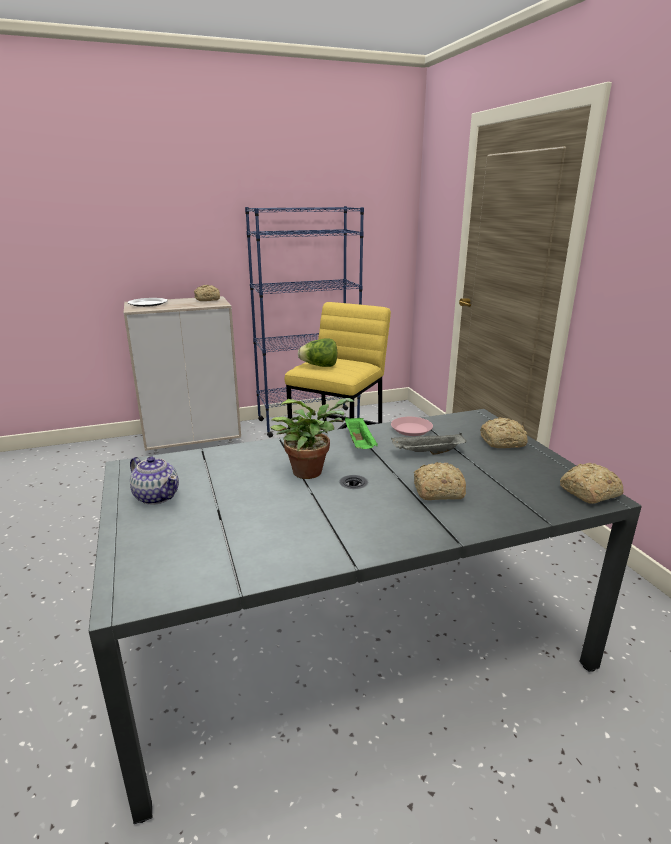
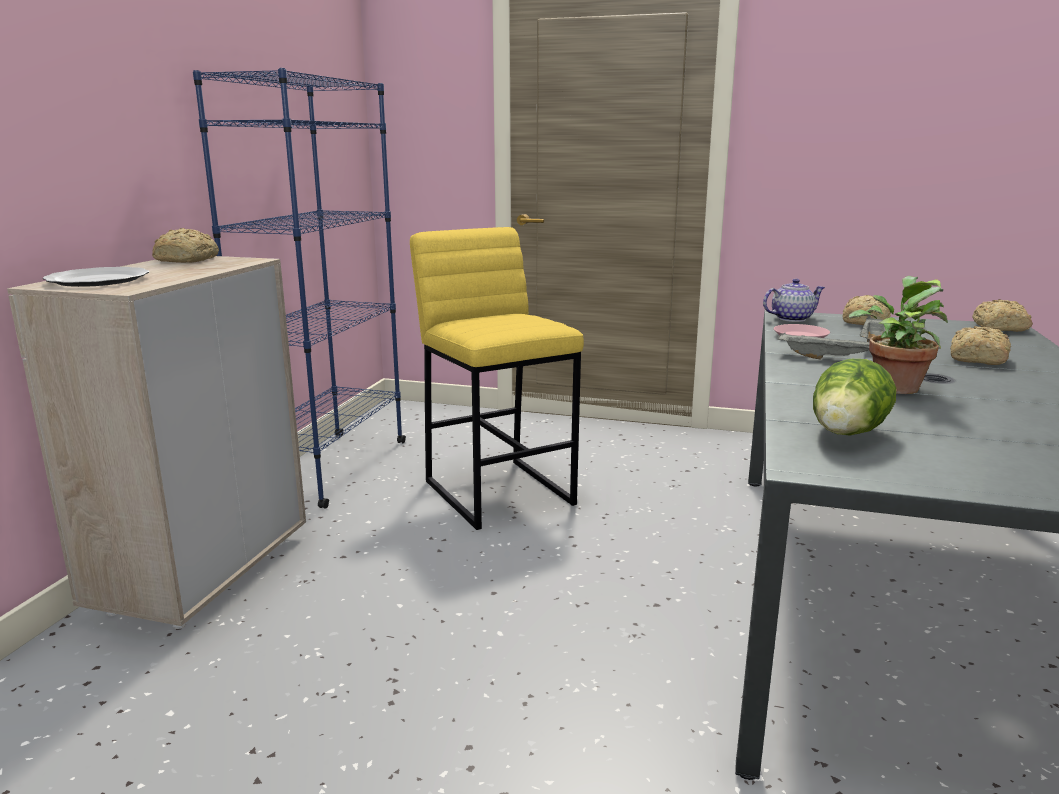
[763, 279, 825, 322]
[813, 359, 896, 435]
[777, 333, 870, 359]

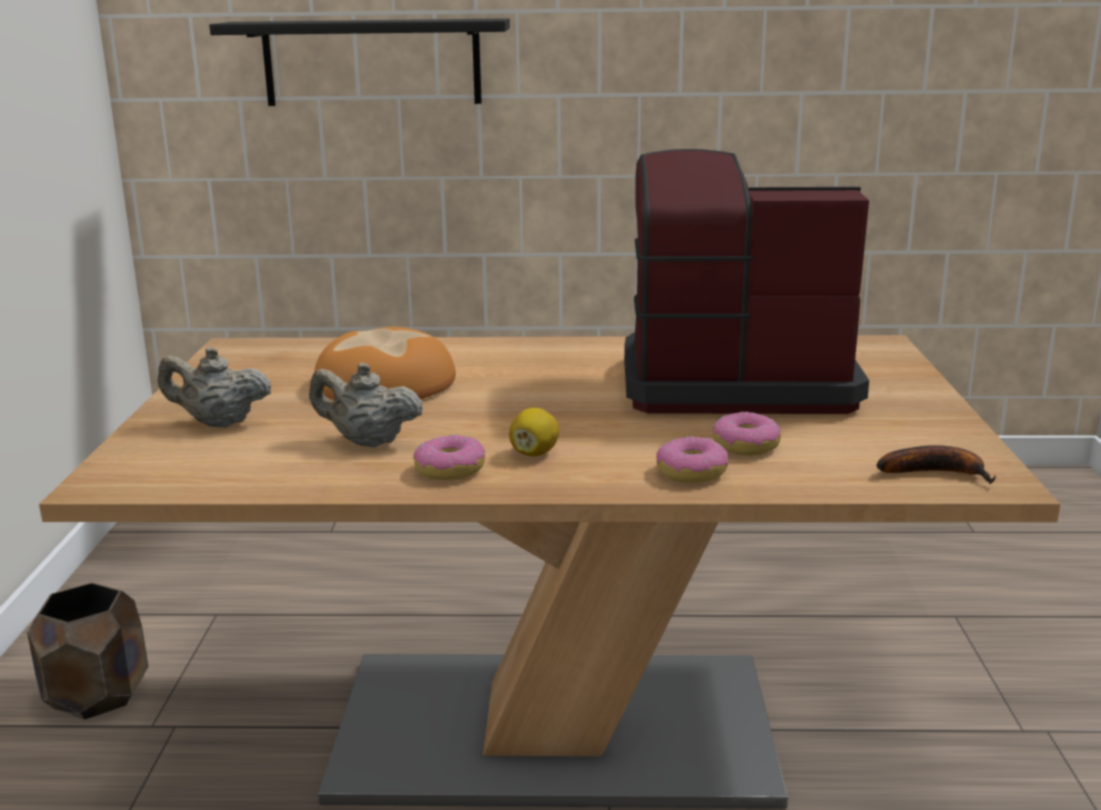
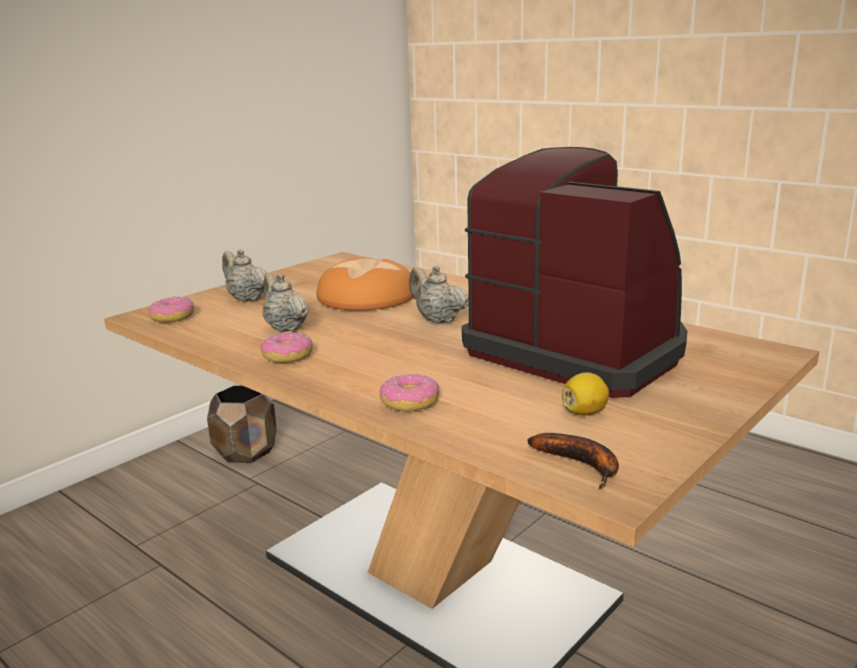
[209, 18, 510, 106] (first image)
[562, 372, 609, 415]
[148, 296, 194, 322]
[409, 265, 469, 324]

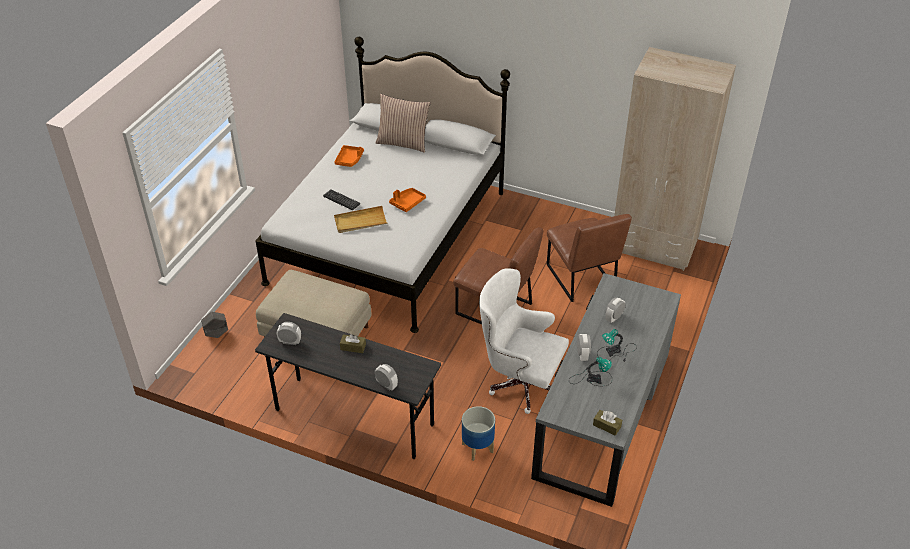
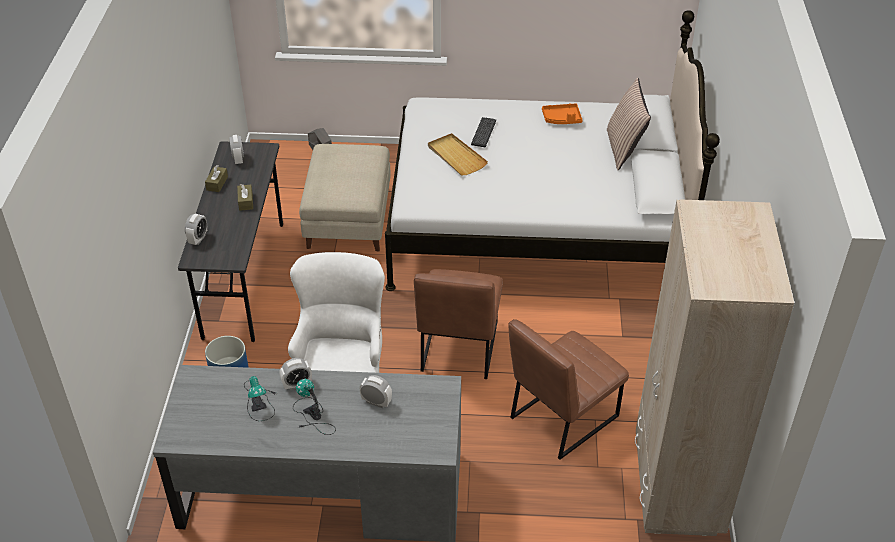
[389, 188, 426, 212] (first image)
[205, 165, 228, 192]

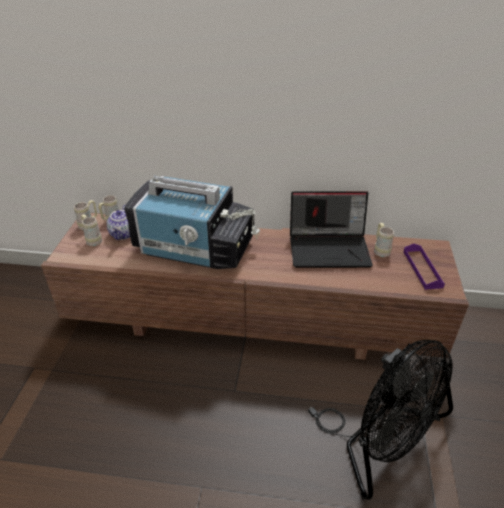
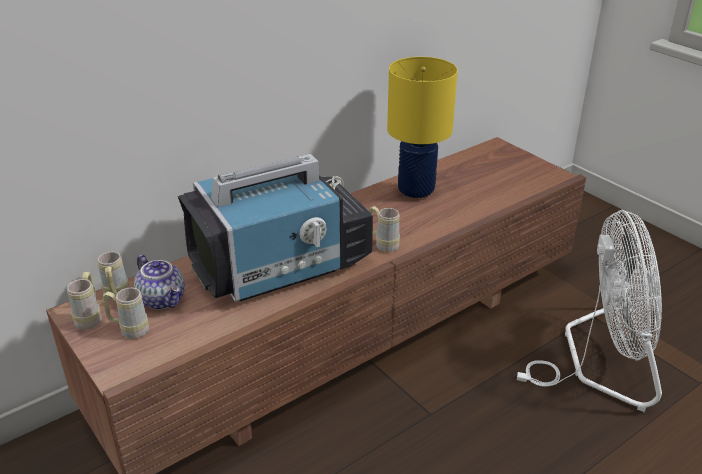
[387, 57, 458, 198]
[514, 210, 662, 412]
[369, 206, 400, 252]
[403, 244, 445, 290] (first image)

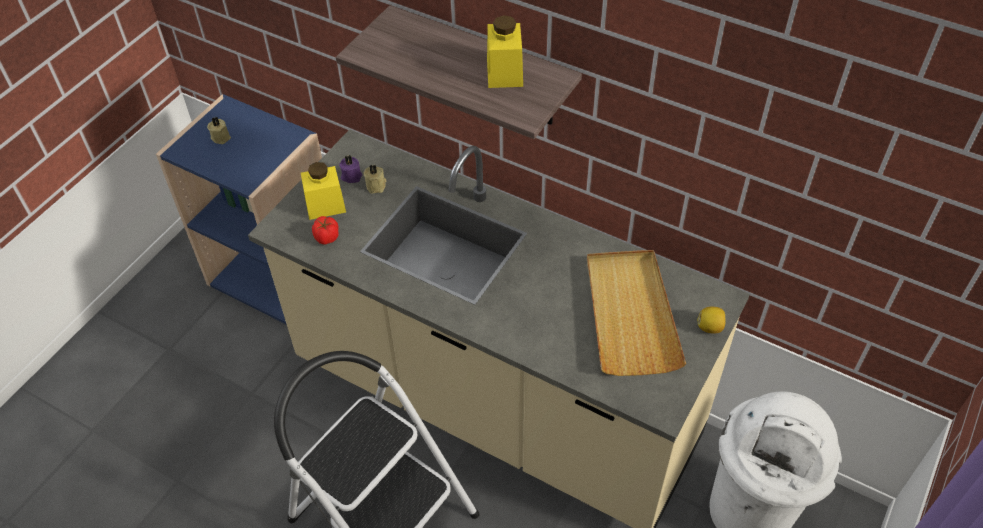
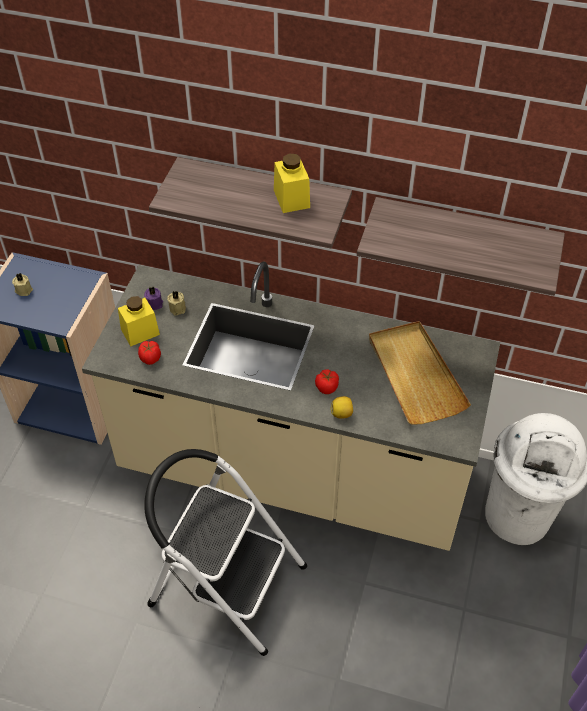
[331, 396, 353, 419]
[315, 369, 339, 394]
[357, 197, 565, 296]

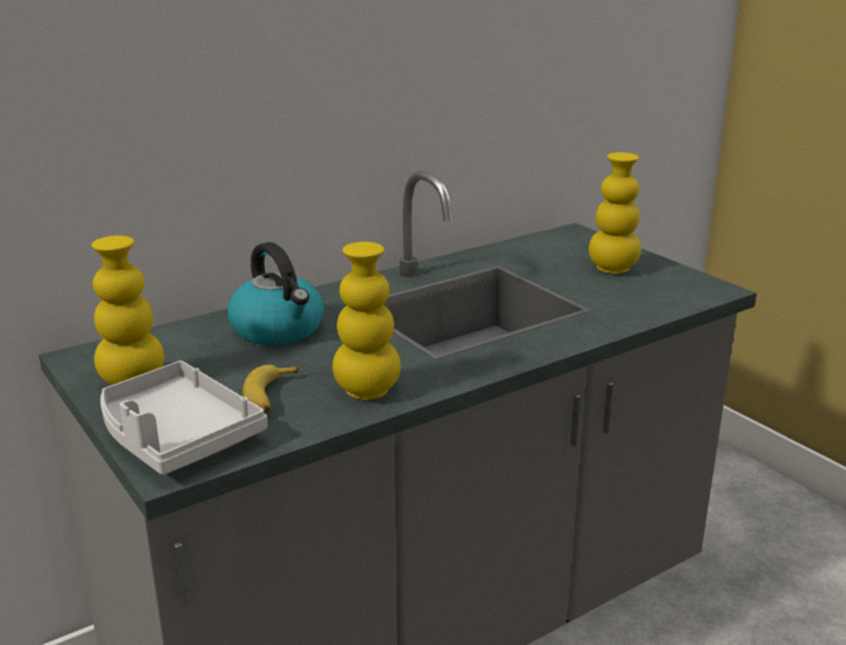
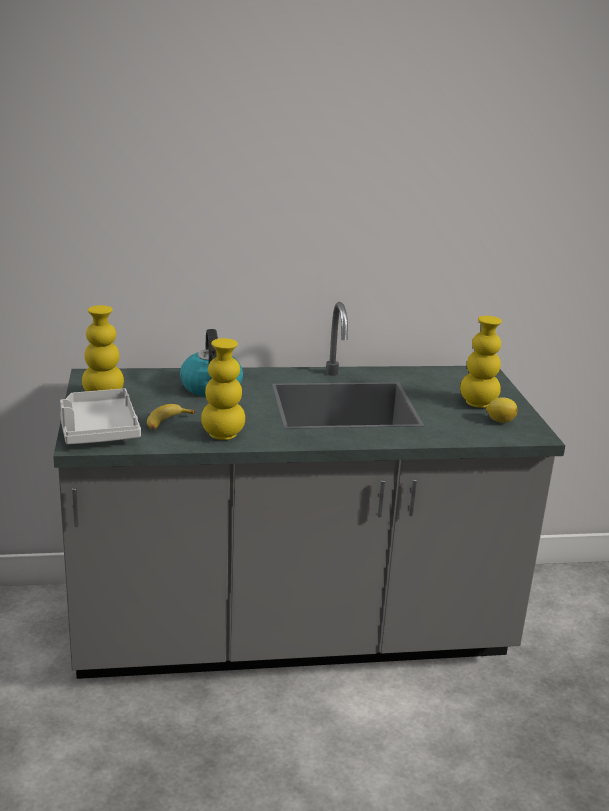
[486, 397, 518, 423]

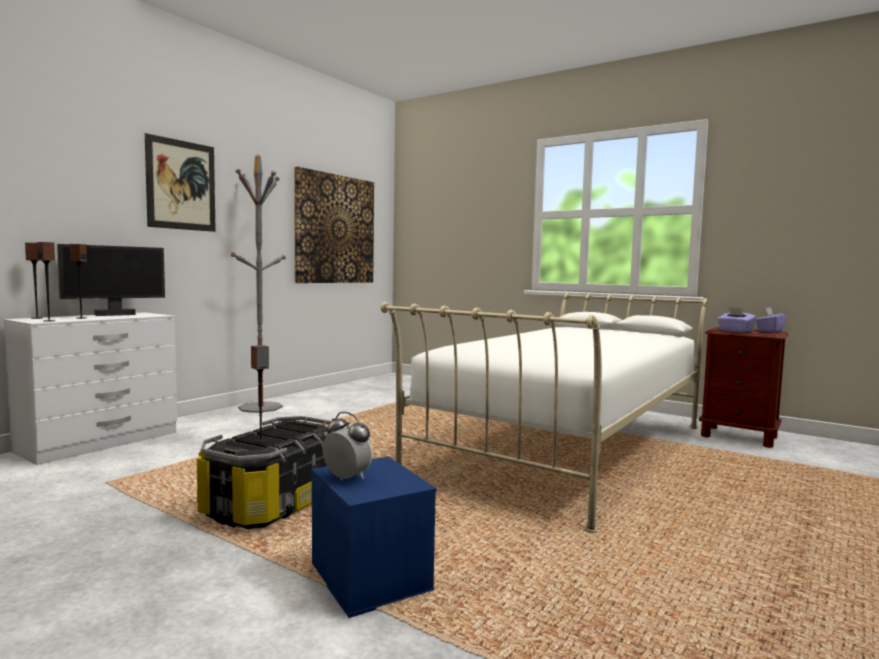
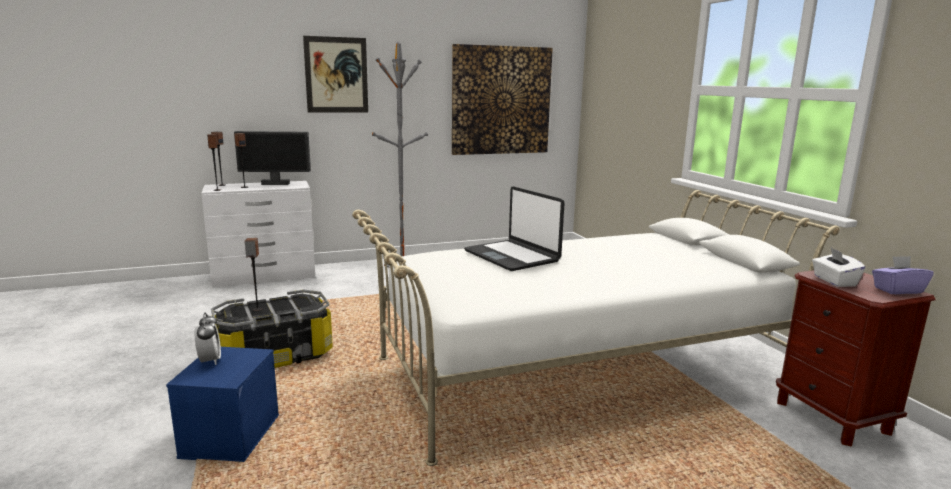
[812, 248, 866, 287]
[464, 186, 565, 271]

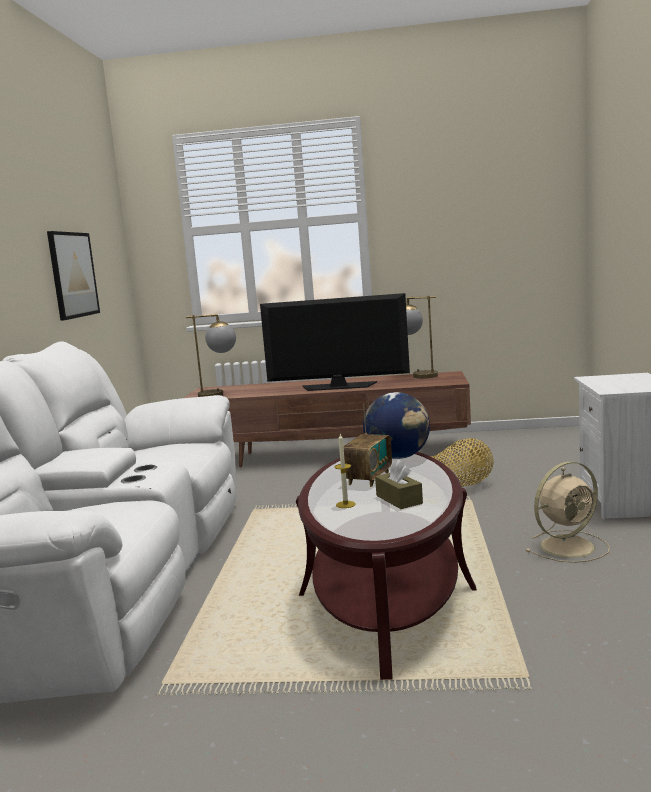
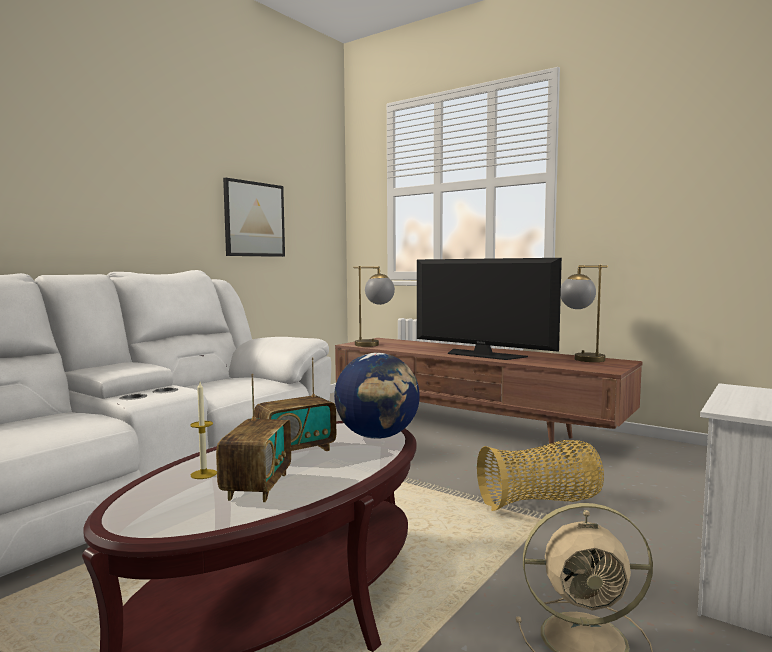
[216, 374, 291, 502]

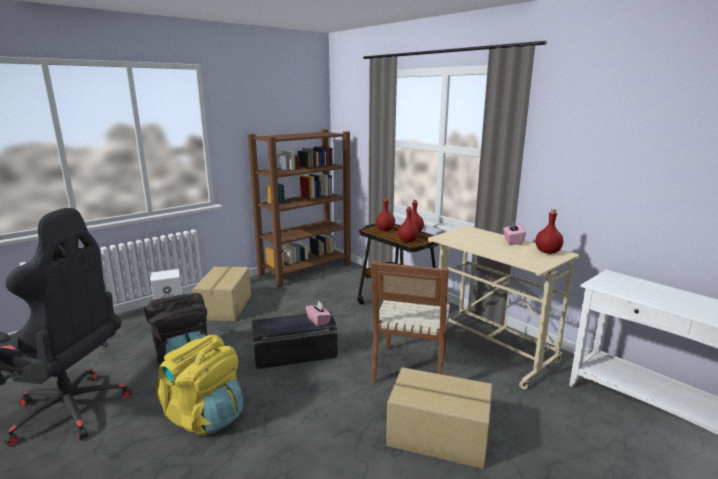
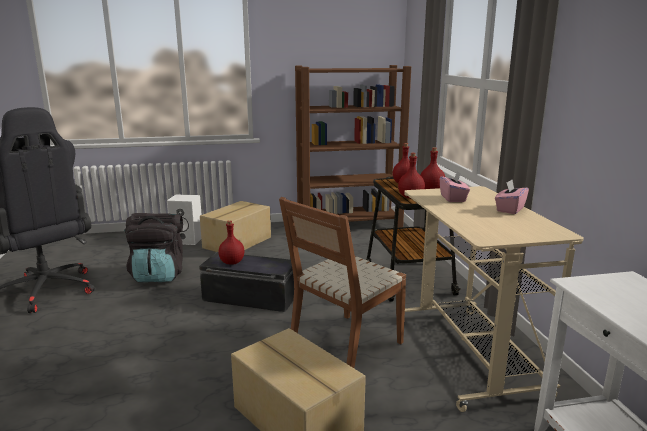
[155, 335, 243, 436] (first image)
[440, 171, 470, 202]
[218, 220, 245, 265]

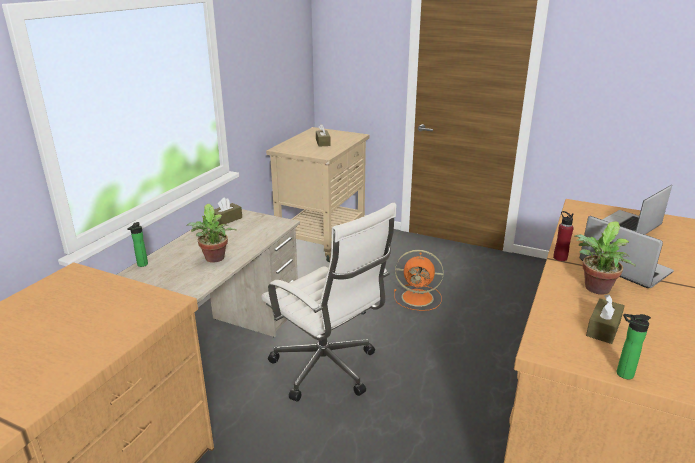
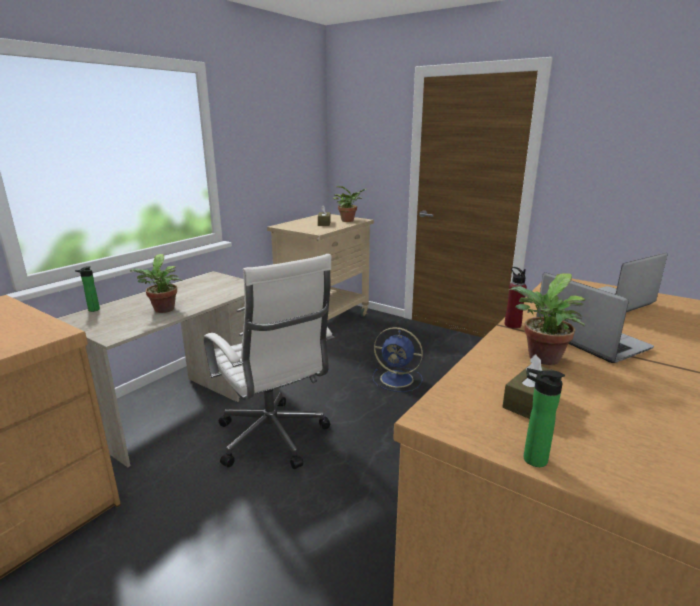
[214, 197, 242, 226] (first image)
[373, 327, 423, 392]
[333, 186, 366, 222]

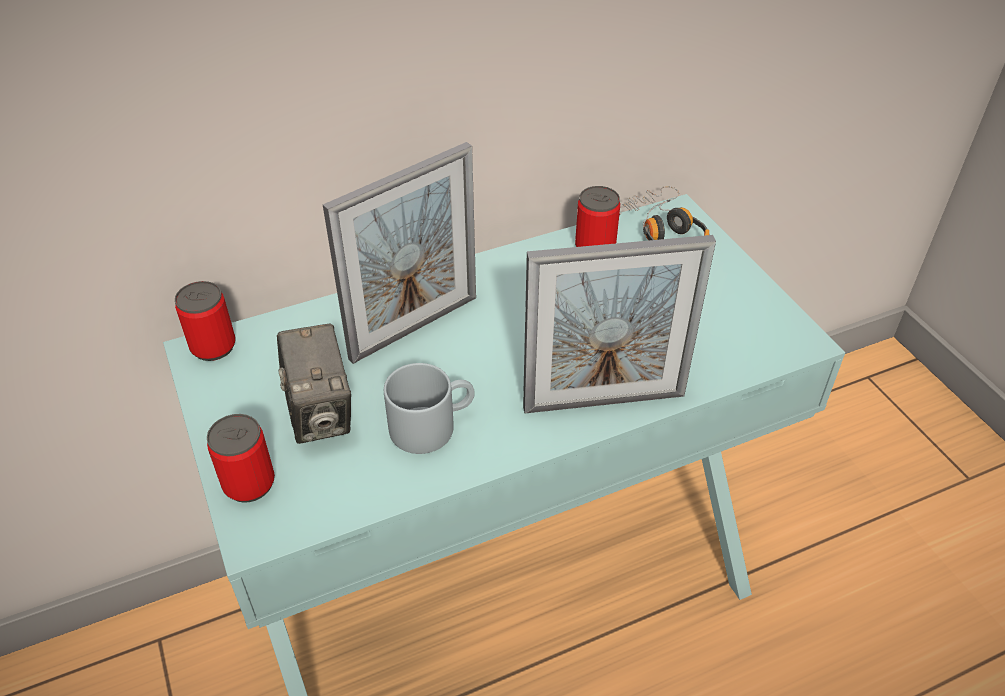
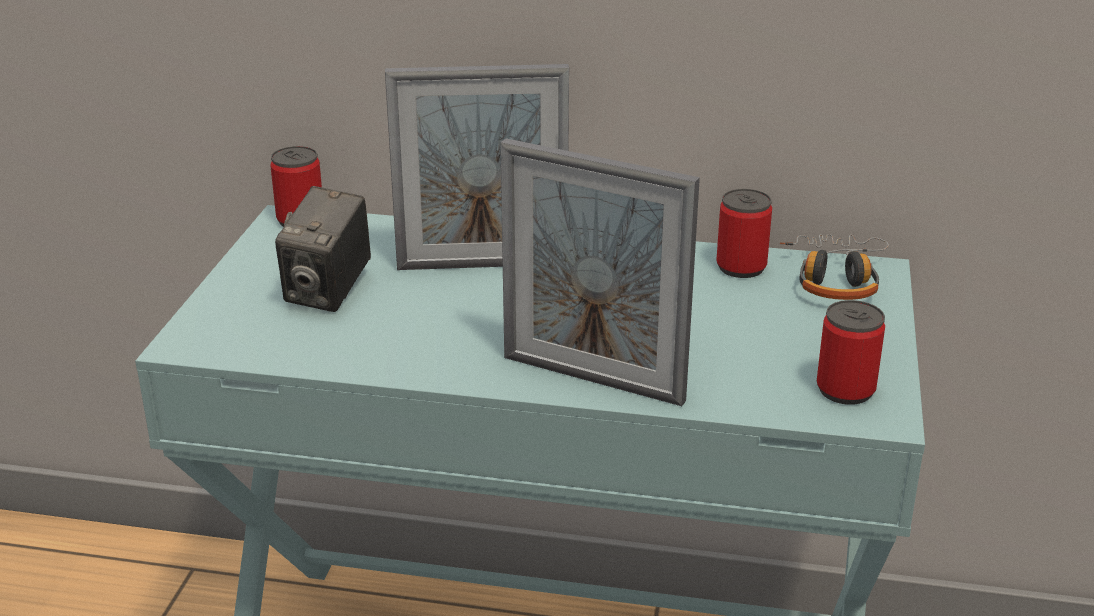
[817, 300, 885, 405]
[384, 363, 475, 454] (first image)

